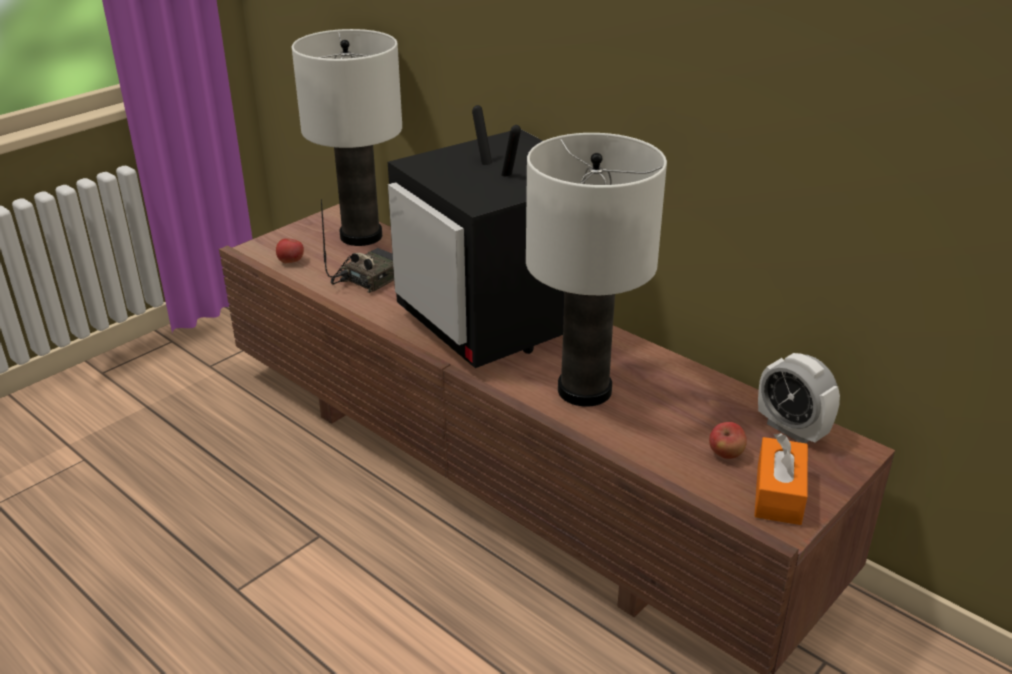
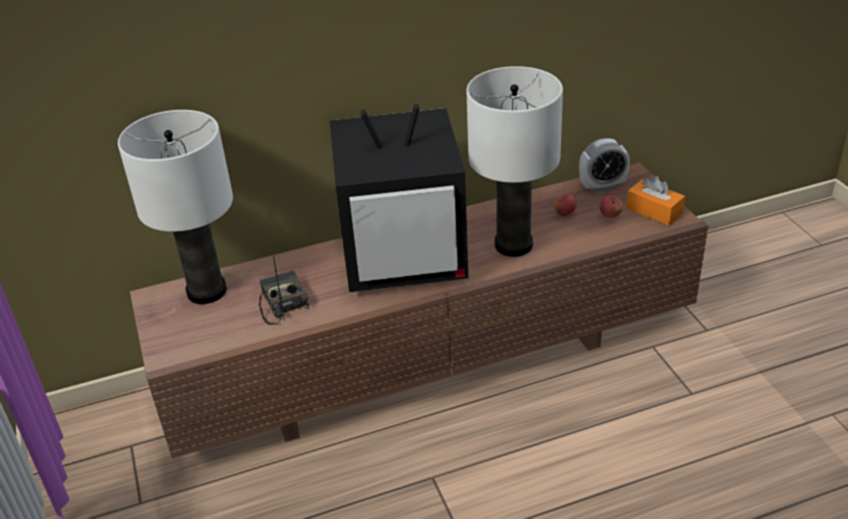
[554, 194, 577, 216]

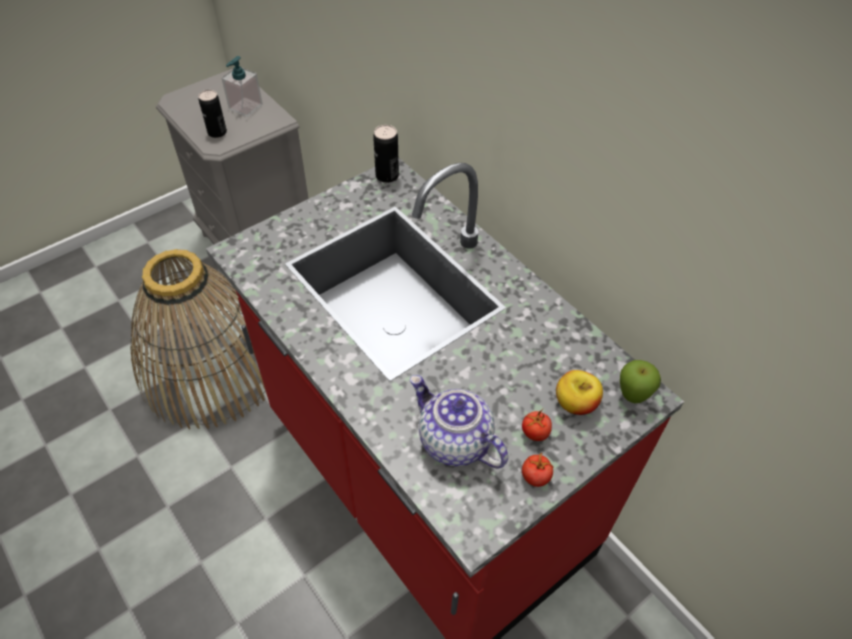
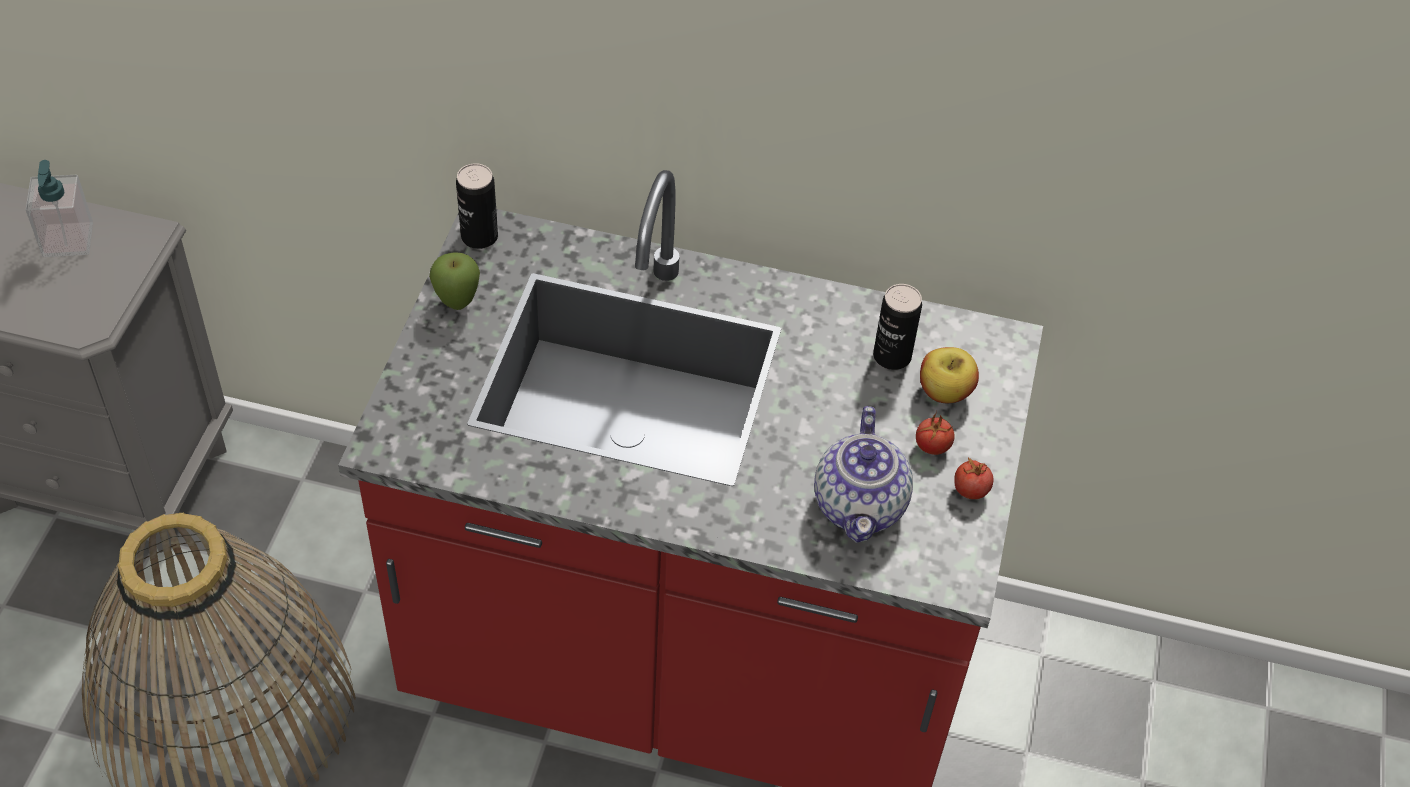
[873, 284, 922, 370]
[814, 406, 913, 543]
[429, 253, 480, 310]

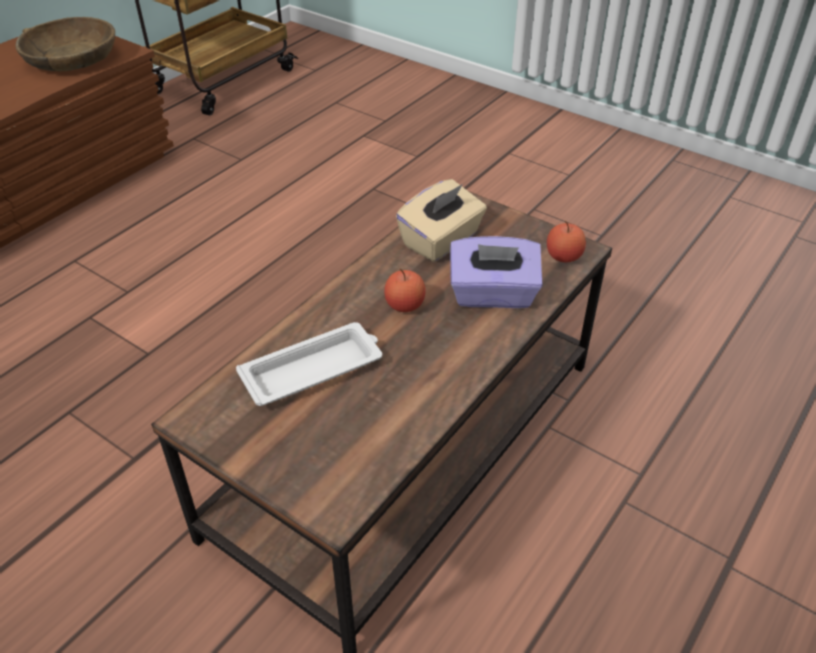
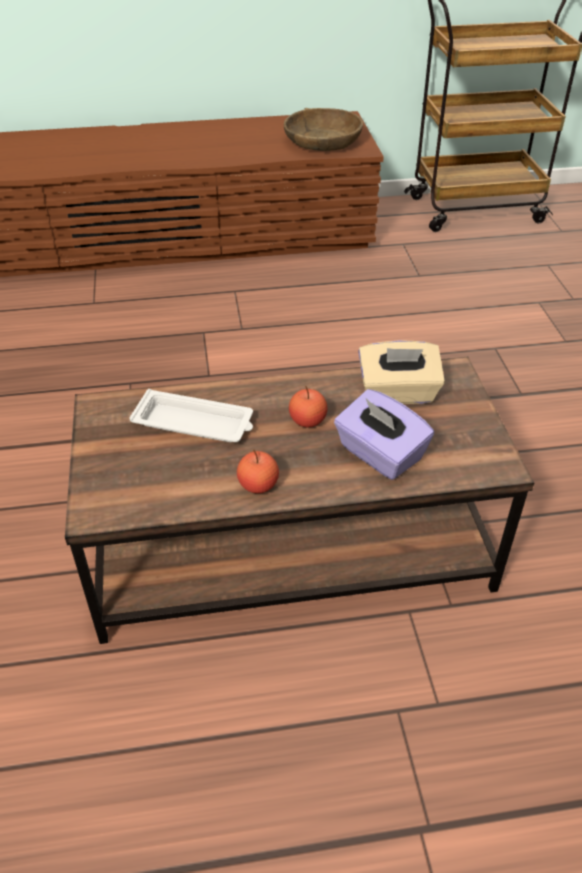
[237, 450, 279, 494]

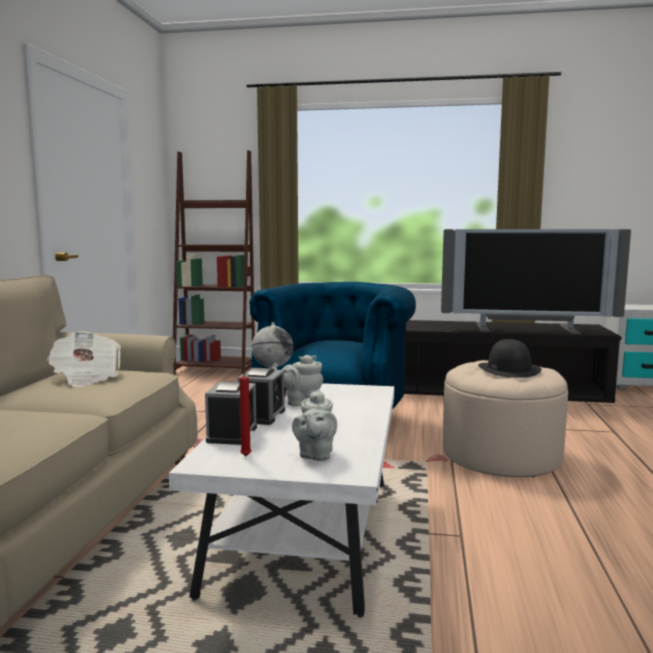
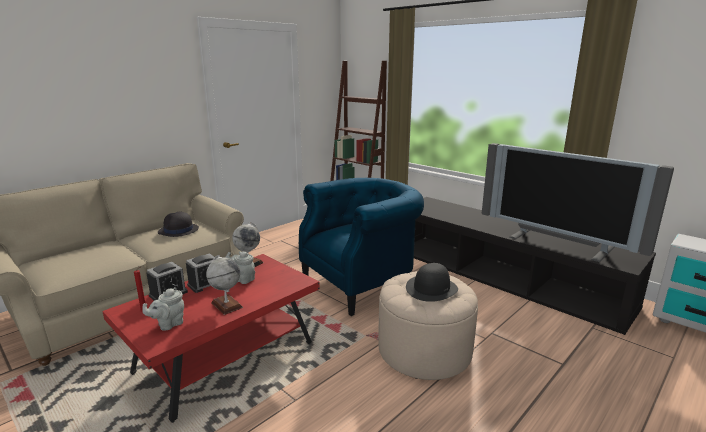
[158, 212, 199, 237]
[102, 254, 320, 423]
[206, 255, 243, 315]

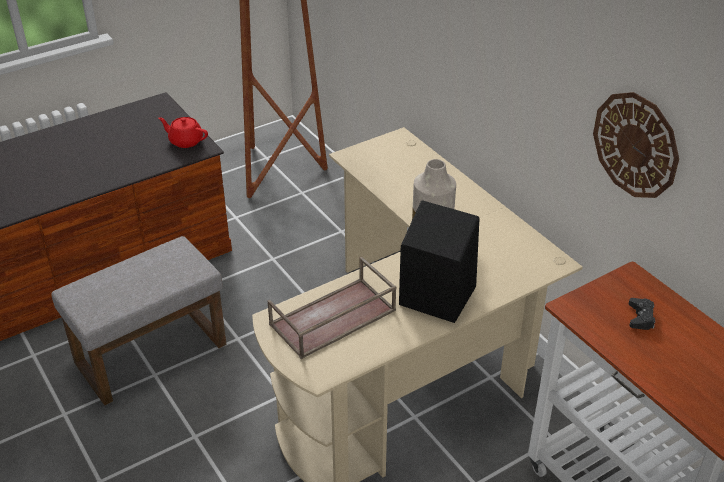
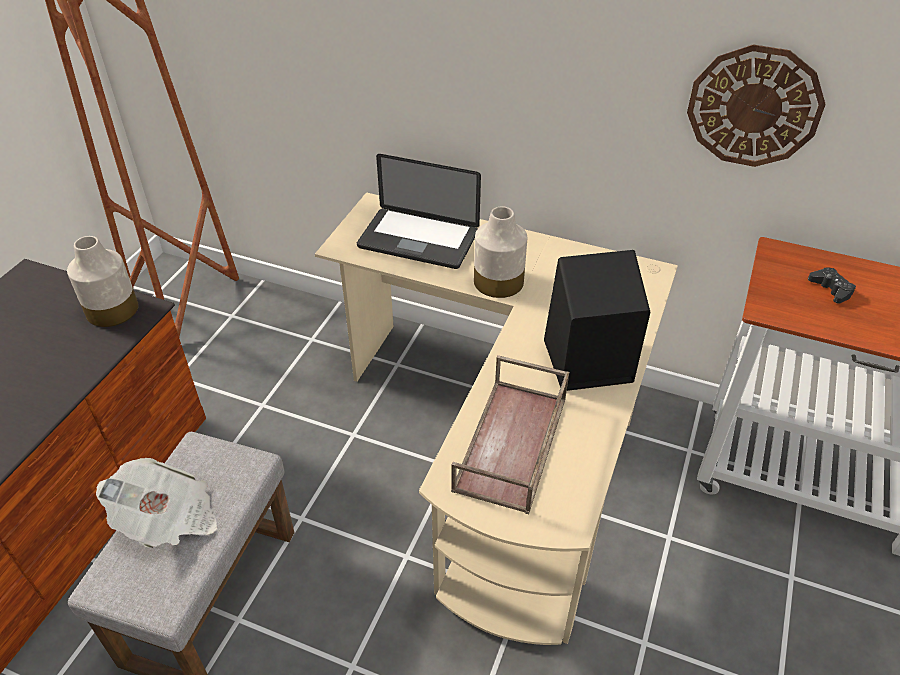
[67, 236, 139, 327]
[96, 458, 217, 548]
[357, 154, 481, 269]

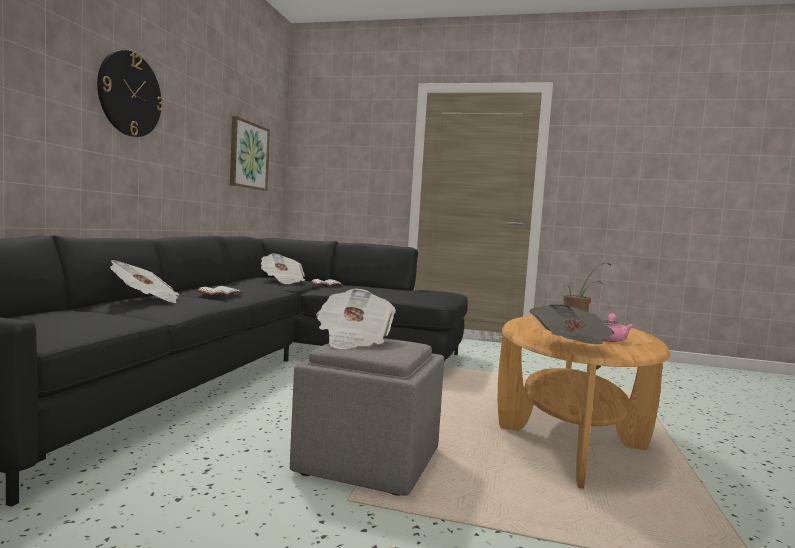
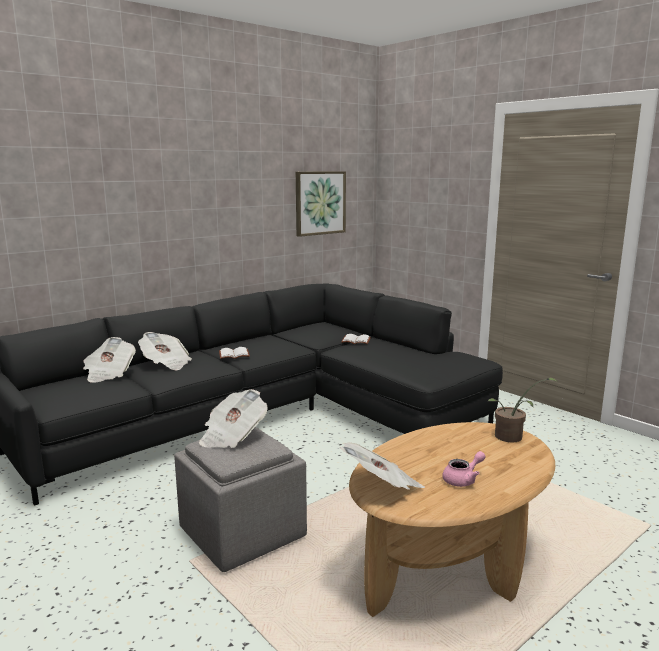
[97, 50, 163, 137] (first image)
[83, 337, 136, 383]

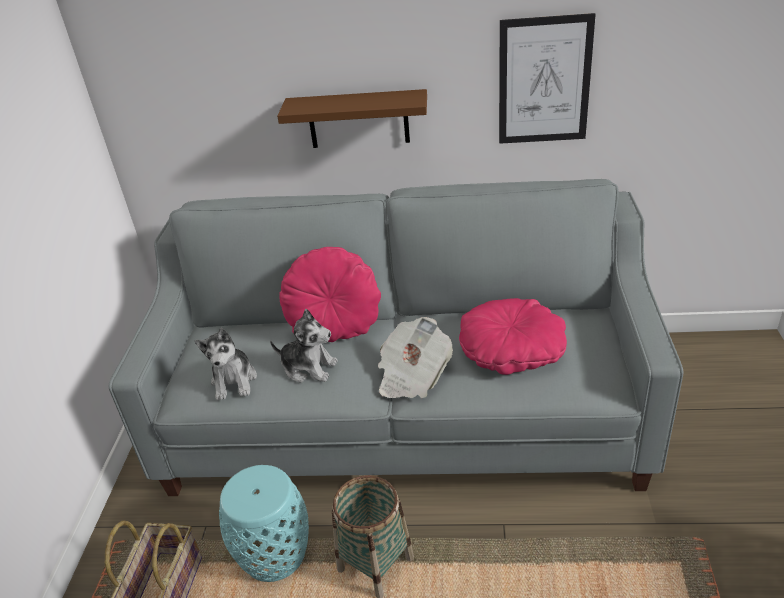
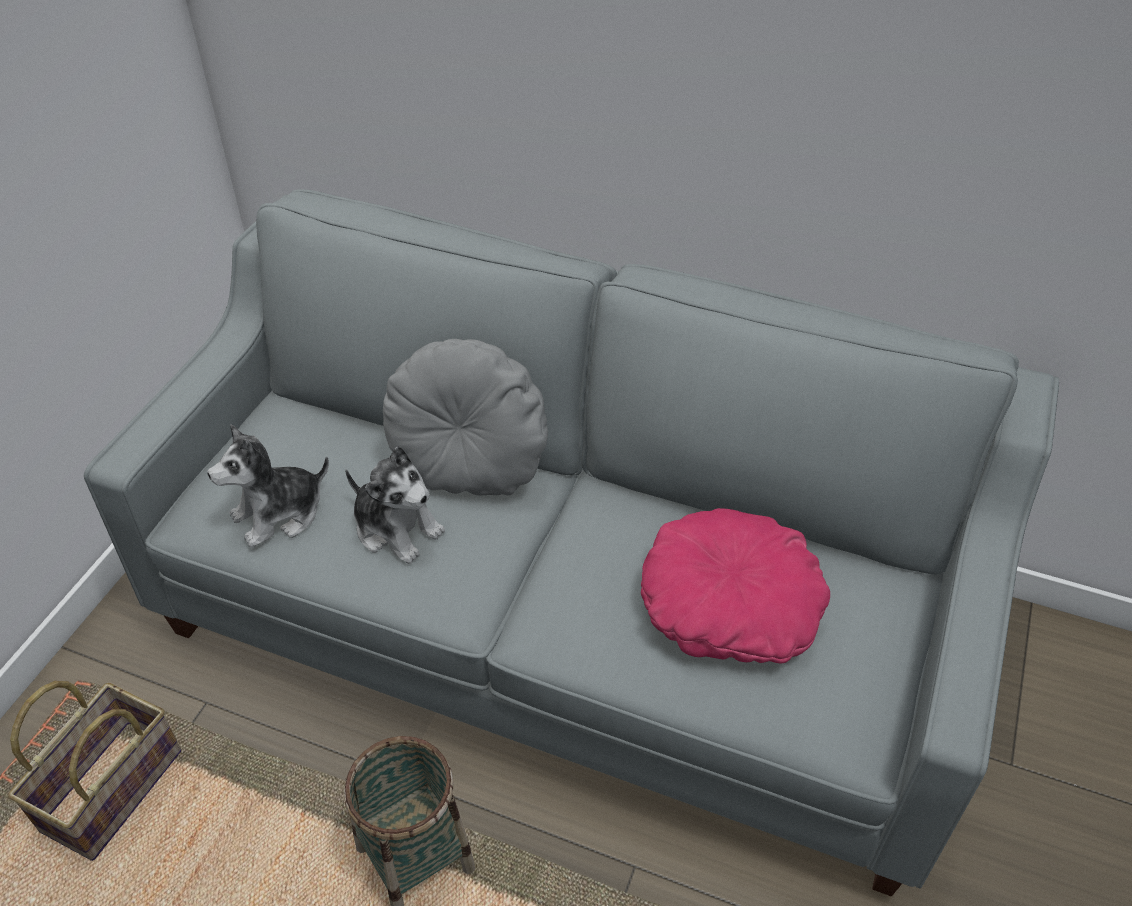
[207, 424, 329, 548]
[219, 465, 309, 582] (first image)
[277, 89, 427, 148] (first image)
[383, 339, 548, 496]
[378, 317, 453, 398] (first image)
[499, 13, 596, 144] (first image)

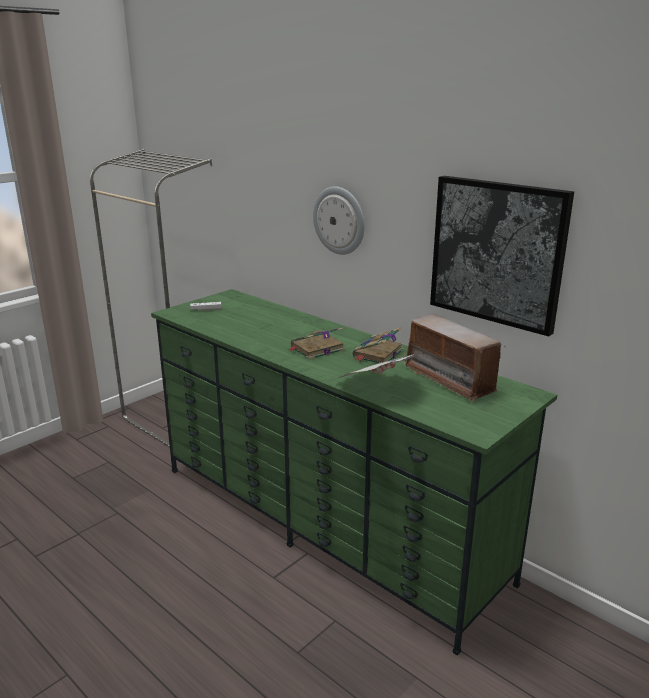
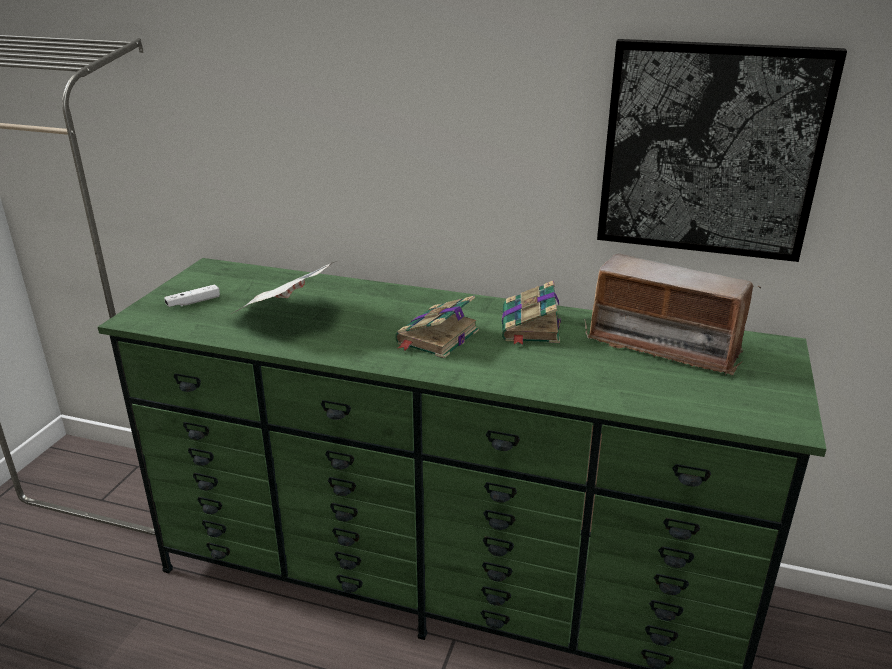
[313, 186, 365, 255] (first image)
[226, 261, 337, 316]

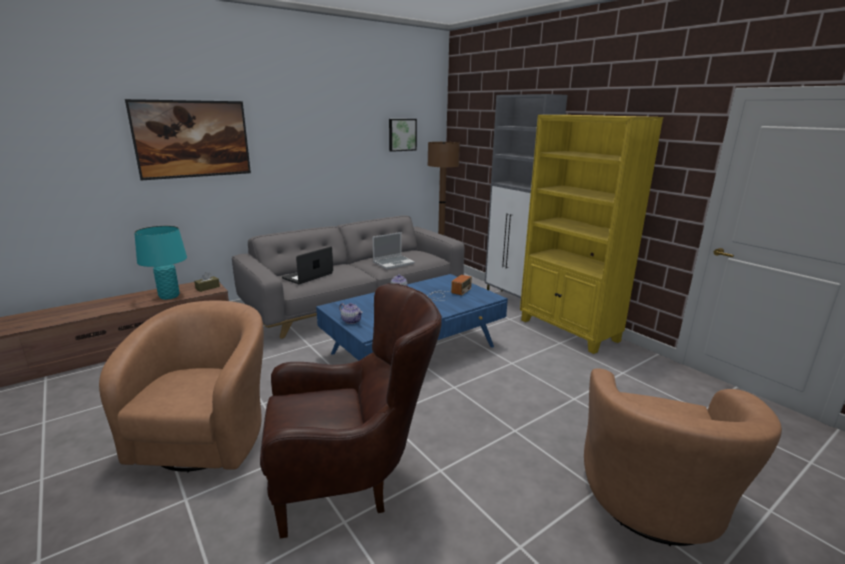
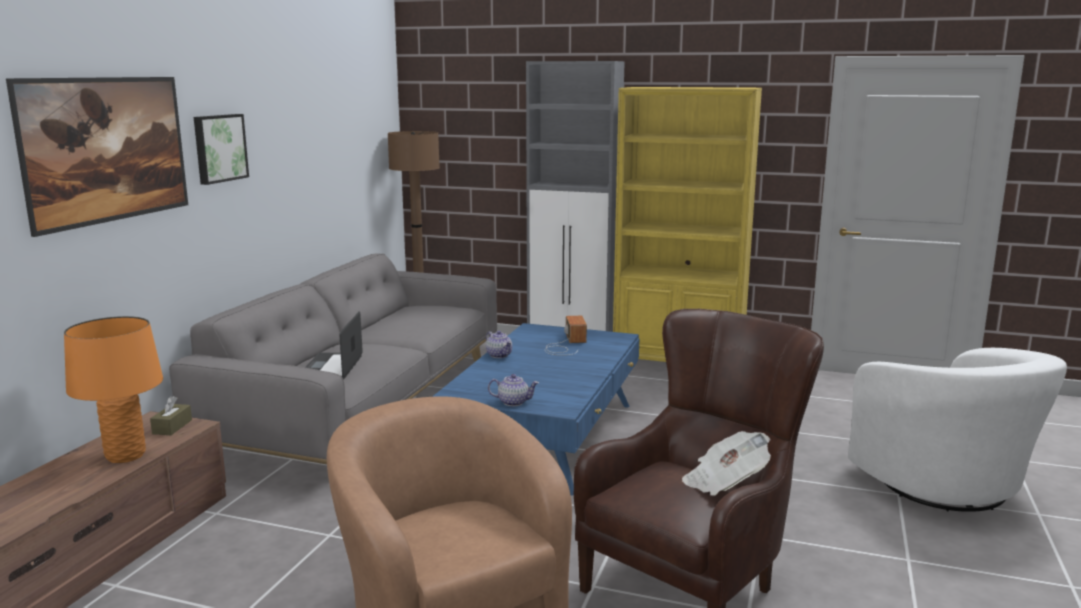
[64, 316, 163, 463]
[373, 232, 415, 269] (first image)
[194, 114, 249, 185]
[848, 348, 1067, 512]
[682, 431, 771, 496]

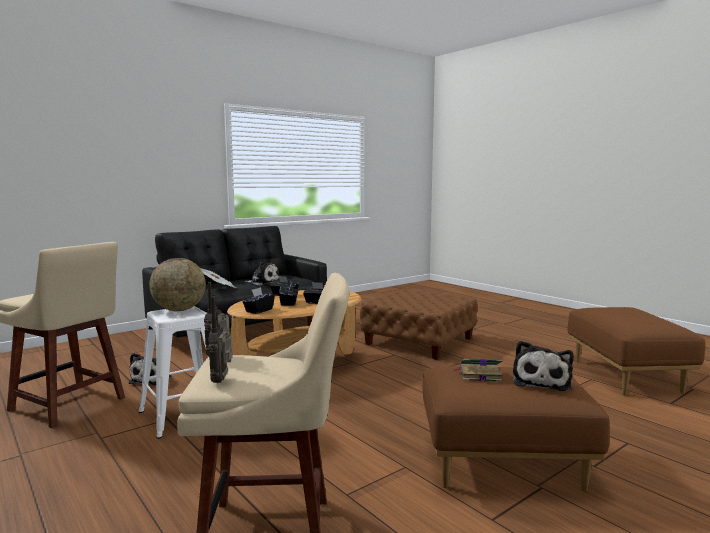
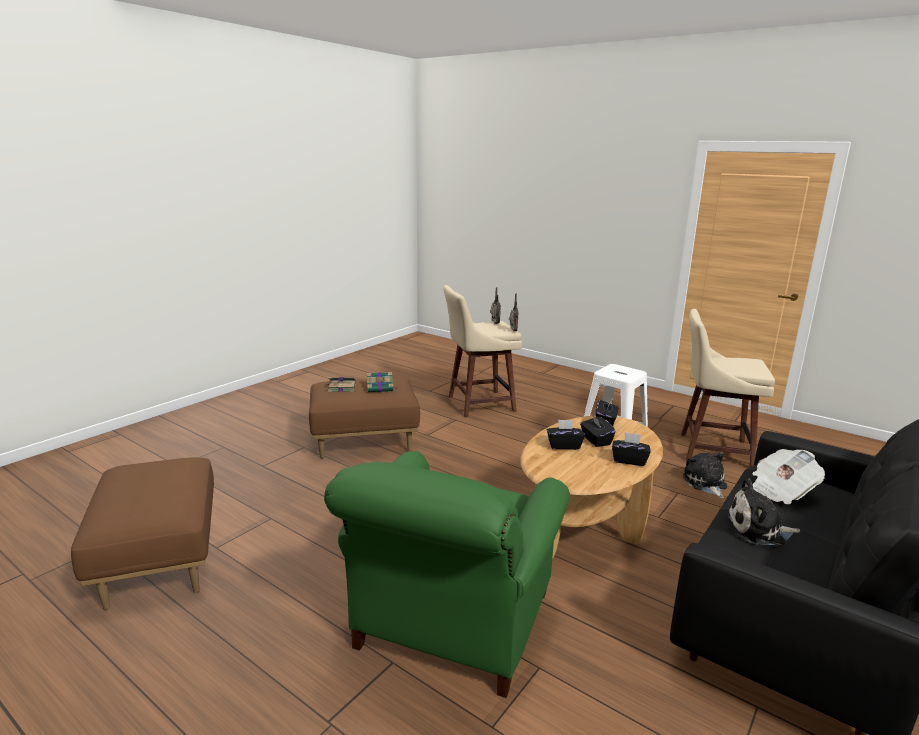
[149, 258, 206, 311] (first image)
[324, 451, 570, 698]
[326, 377, 356, 392]

